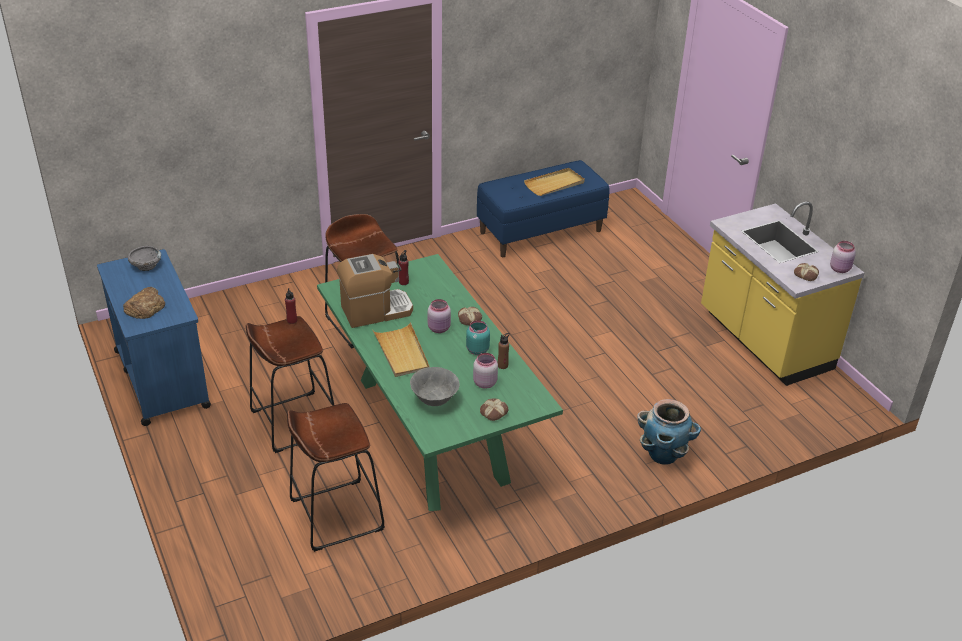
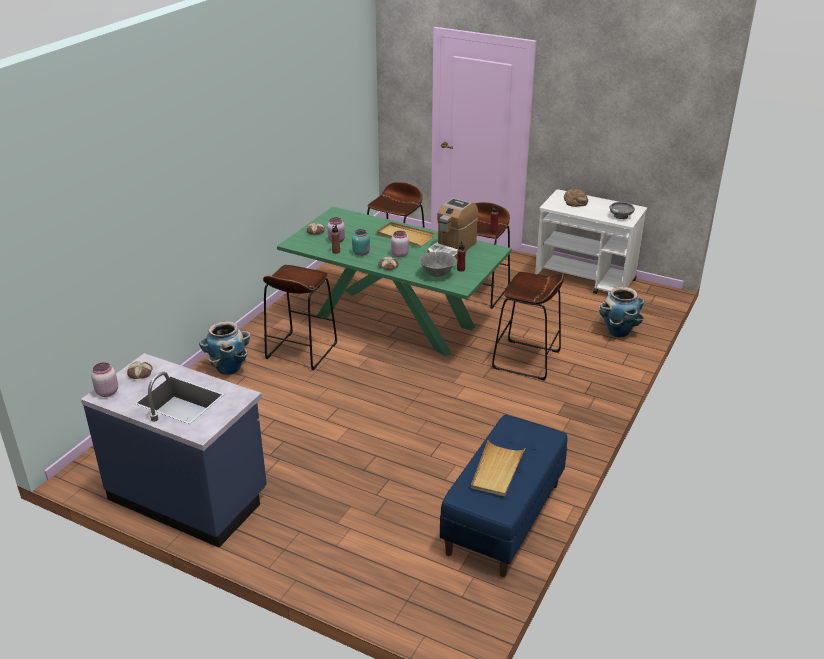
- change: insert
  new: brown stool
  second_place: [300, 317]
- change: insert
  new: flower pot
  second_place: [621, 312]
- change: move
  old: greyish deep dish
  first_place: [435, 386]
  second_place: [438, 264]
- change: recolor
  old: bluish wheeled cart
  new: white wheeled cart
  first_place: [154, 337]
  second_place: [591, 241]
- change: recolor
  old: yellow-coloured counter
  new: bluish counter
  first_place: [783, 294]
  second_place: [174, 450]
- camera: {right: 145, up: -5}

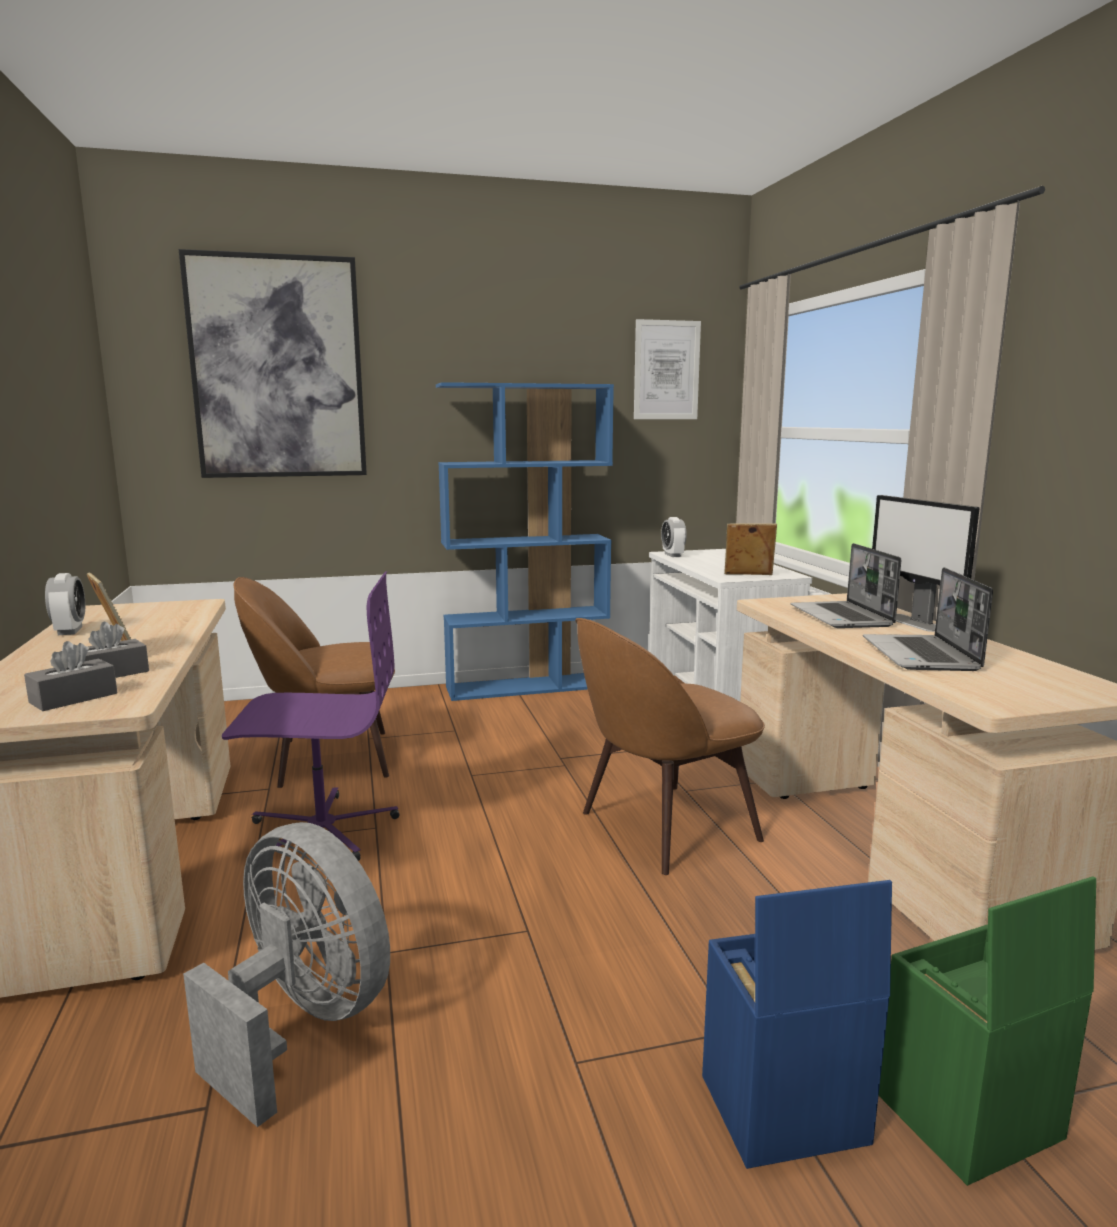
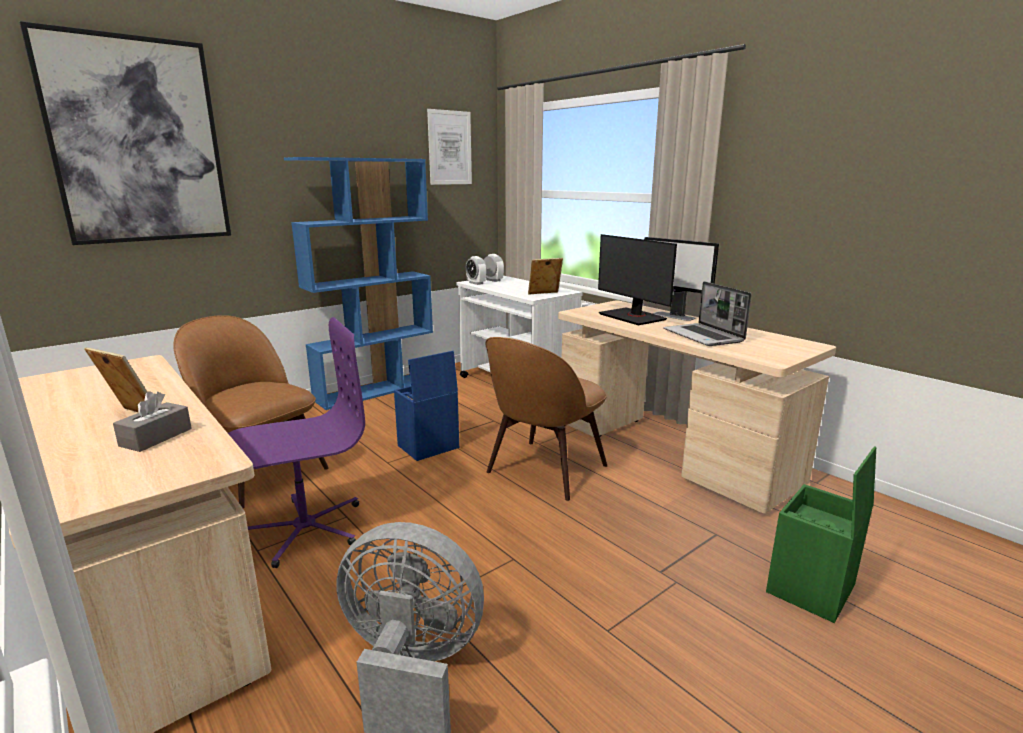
- change: delete
  old: greyish box of tissues
  first_place: [70, 676]
- change: move
  old: table clock
  first_place: [65, 604]
  second_place: [494, 268]
- change: move
  old: bluish storage box
  first_place: [797, 1024]
  second_place: [426, 406]
- change: replace
  old: notebook computer
  new: monitor
  first_place: [845, 585]
  second_place: [637, 279]
- change: rotate
  old: brown plain chair
  first_place: [314, 682]
  second_place: [251, 411]
  degrees: 75
- camera: {right: -25, up: 5}

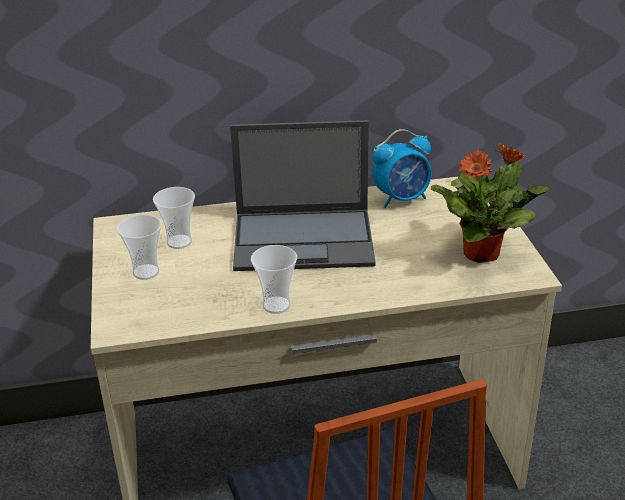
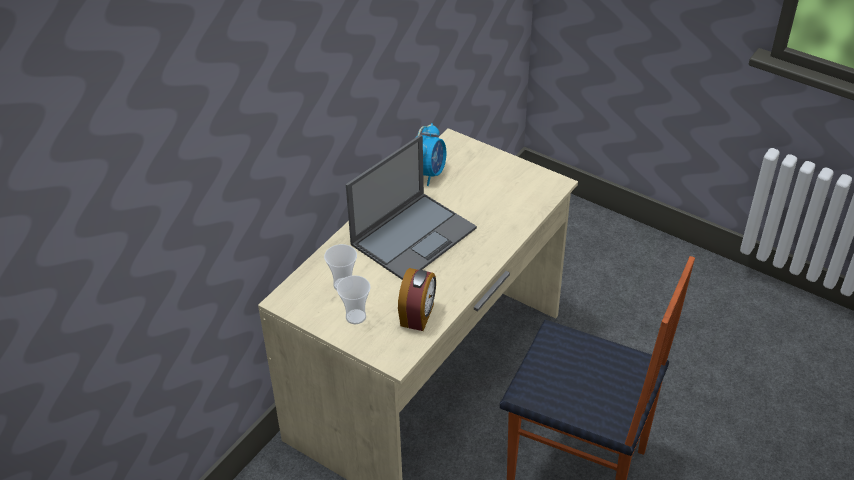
- change: delete
  old: cup
  first_place: [274, 279]
- change: delete
  old: plant in a pot
  first_place: [490, 203]
- change: insert
  new: table clock
  second_place: [417, 299]
- camera: {right: -45, up: 10}

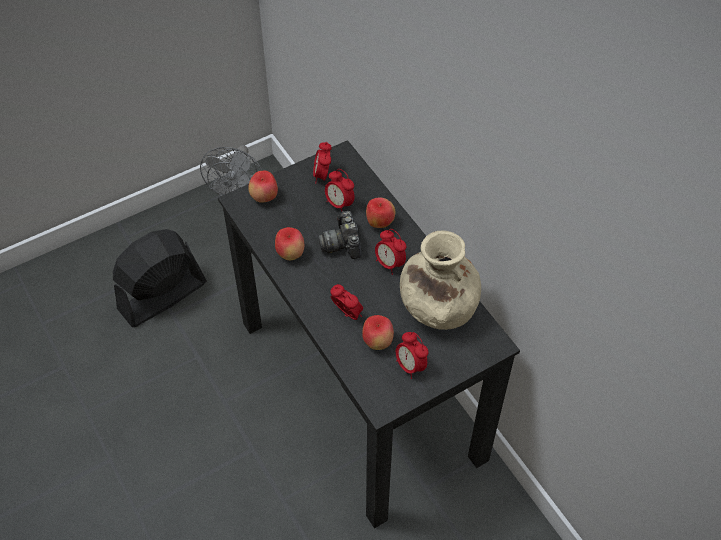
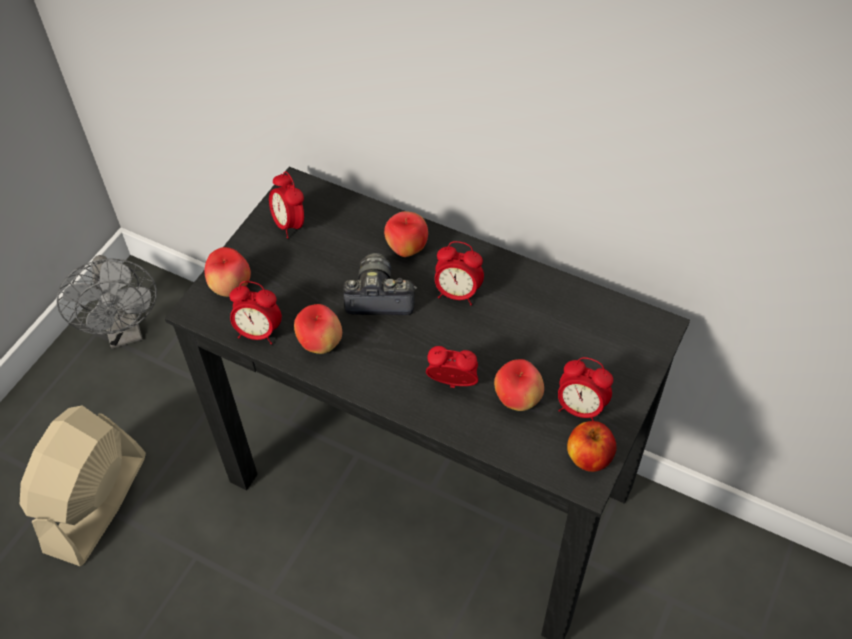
- change: delete
  old: sand-coloured vase
  first_place: [440, 280]
- change: insert
  new: whole apple
  second_place: [592, 446]
- change: move
  old: table clock
  first_place: [340, 190]
  second_place: [255, 312]
- change: recolor
  old: black-coloured cooling fan
  new: sand-coloured cooling fan
  first_place: [159, 278]
  second_place: [83, 485]
- change: rotate
  old: still camera
  first_place: [340, 235]
  second_place: [380, 284]
  degrees: 135
- camera: {right: -30, up: 0}

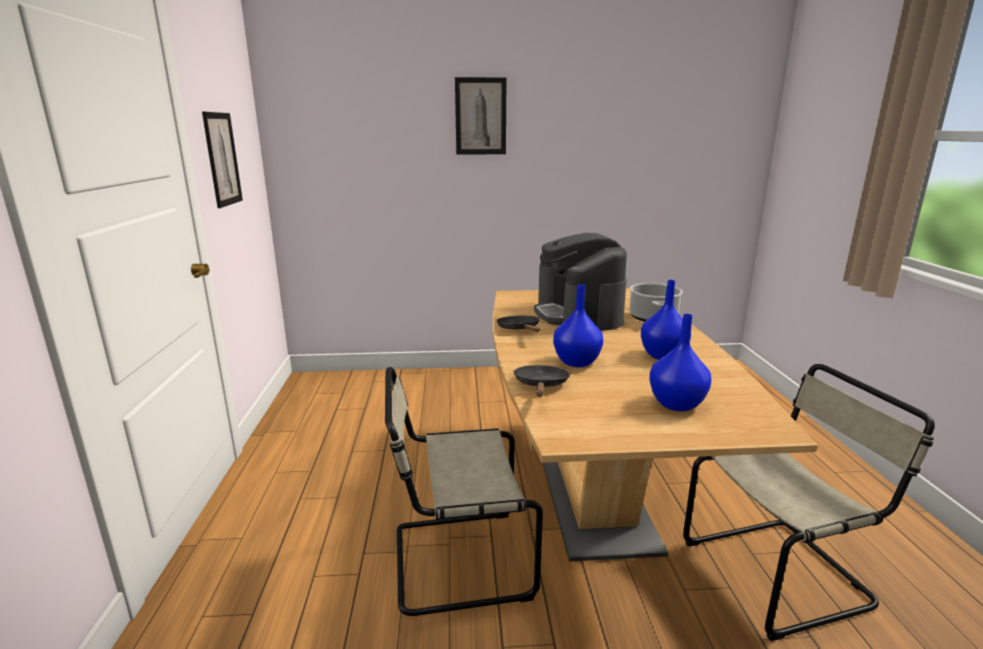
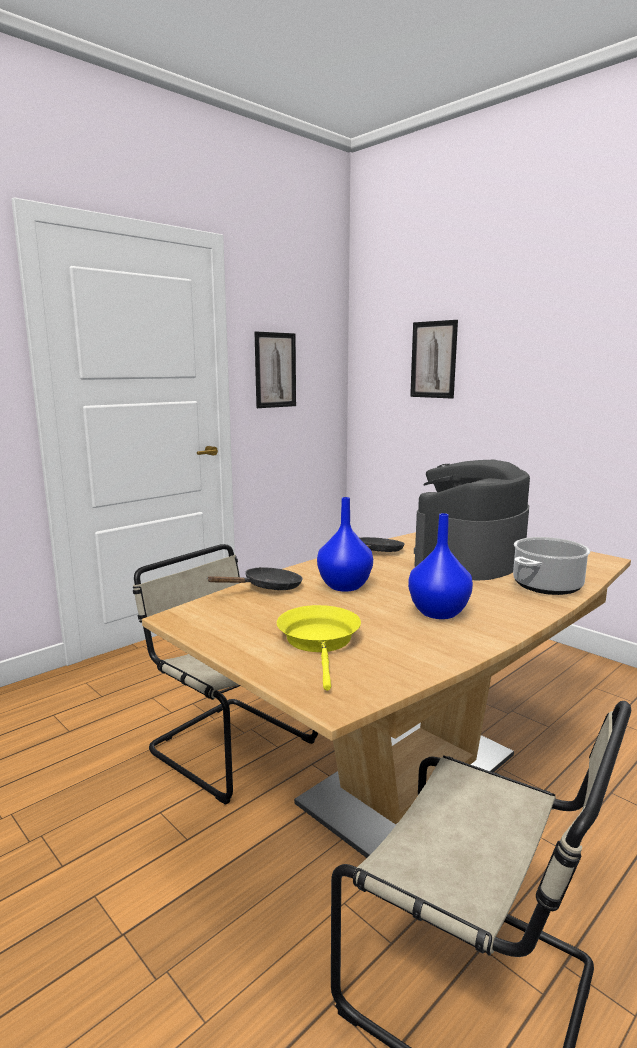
- change: move
  old: wall art
  first_place: [481, 115]
  second_place: [434, 359]
- change: replace
  old: bluish vase
  new: yellow-coloured frying pan
  first_place: [680, 362]
  second_place: [319, 648]
- camera: {right: 50, up: -5}

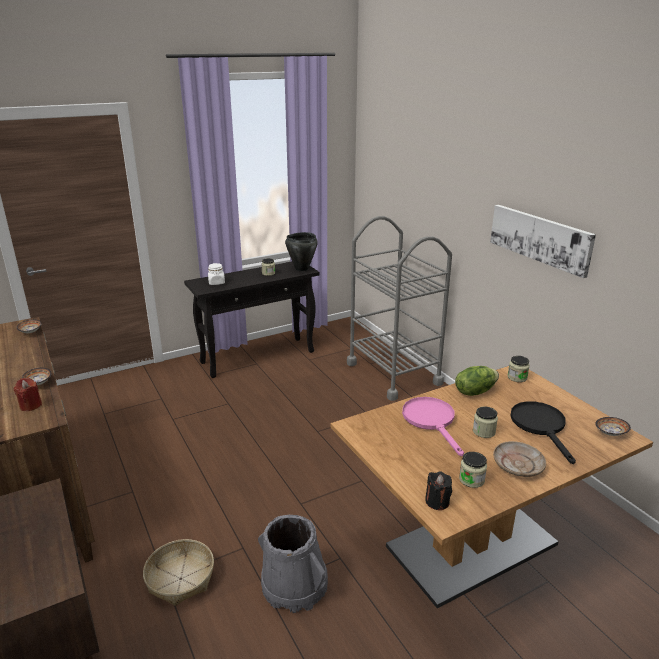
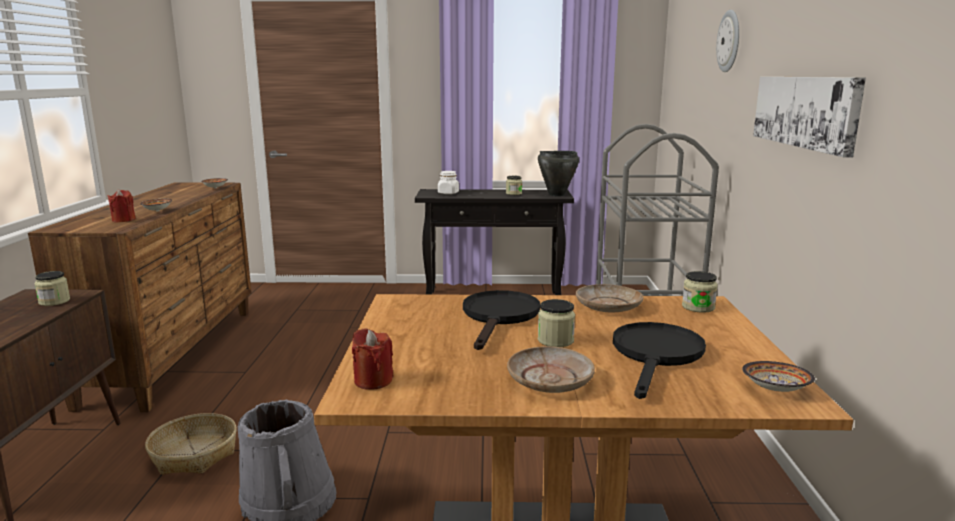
- change: insert
  new: wall clock
  second_place: [727, 41]
- change: move
  old: jar
  first_place: [473, 470]
  second_place: [52, 288]
- change: replace
  old: lettuce head
  new: sand-coloured dinner plate
  first_place: [477, 381]
  second_place: [610, 298]
- change: recolor
  old: pink-coloured frying pan
  new: black-coloured frying pan
  first_place: [433, 426]
  second_place: [501, 320]
- change: recolor
  old: black-coloured wax candle
  new: red wax candle
  first_place: [438, 490]
  second_place: [372, 359]
- camera: {right: 30, up: -10}

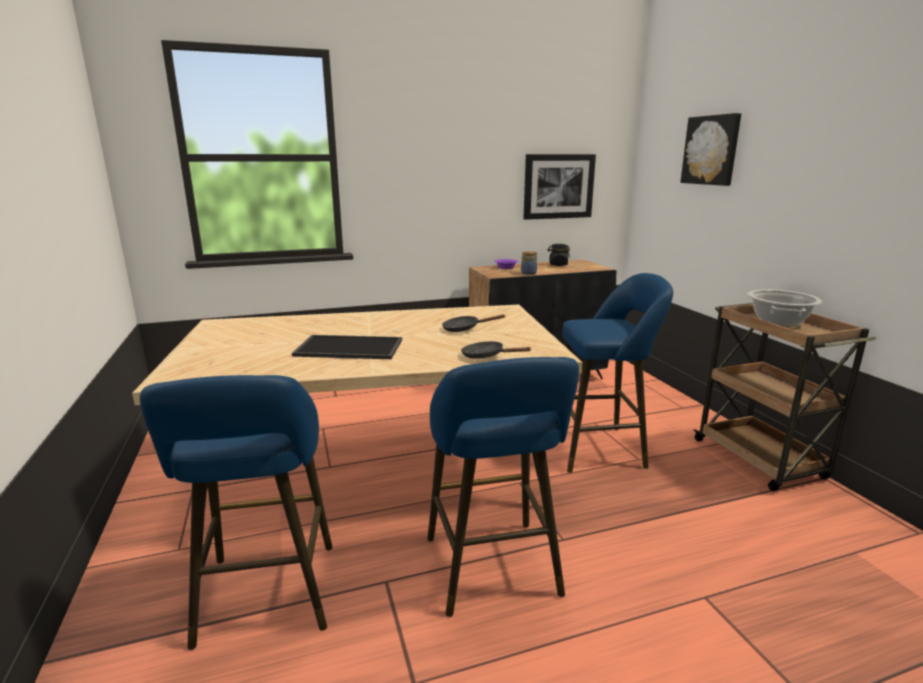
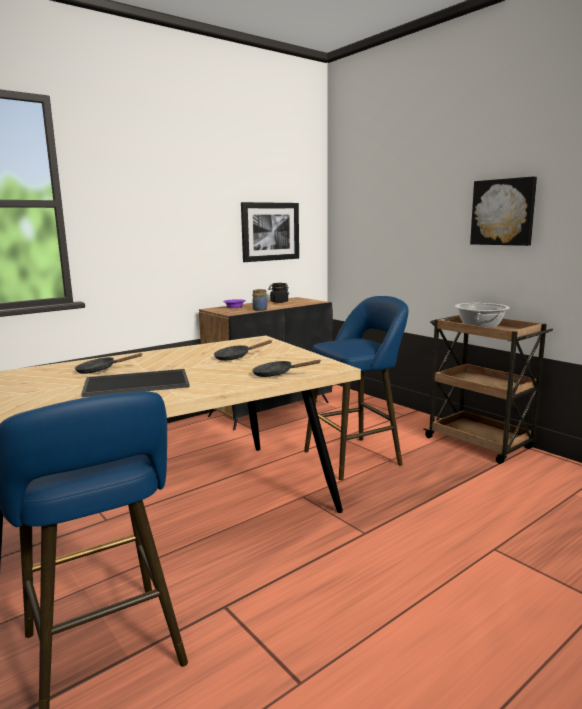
- change: delete
  old: bluish stool
  first_place: [503, 487]
- change: insert
  new: black-coloured frying pan
  second_place: [108, 363]
- change: move
  old: wall art
  first_place: [710, 149]
  second_place: [503, 211]
- camera: {right: -20, up: -5}

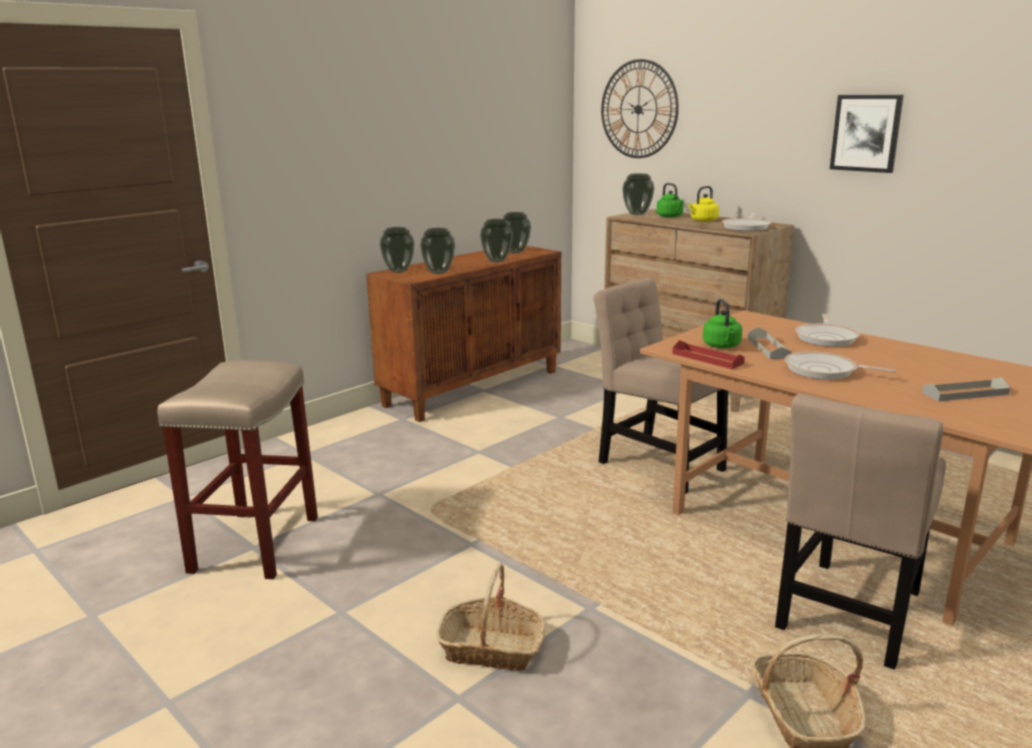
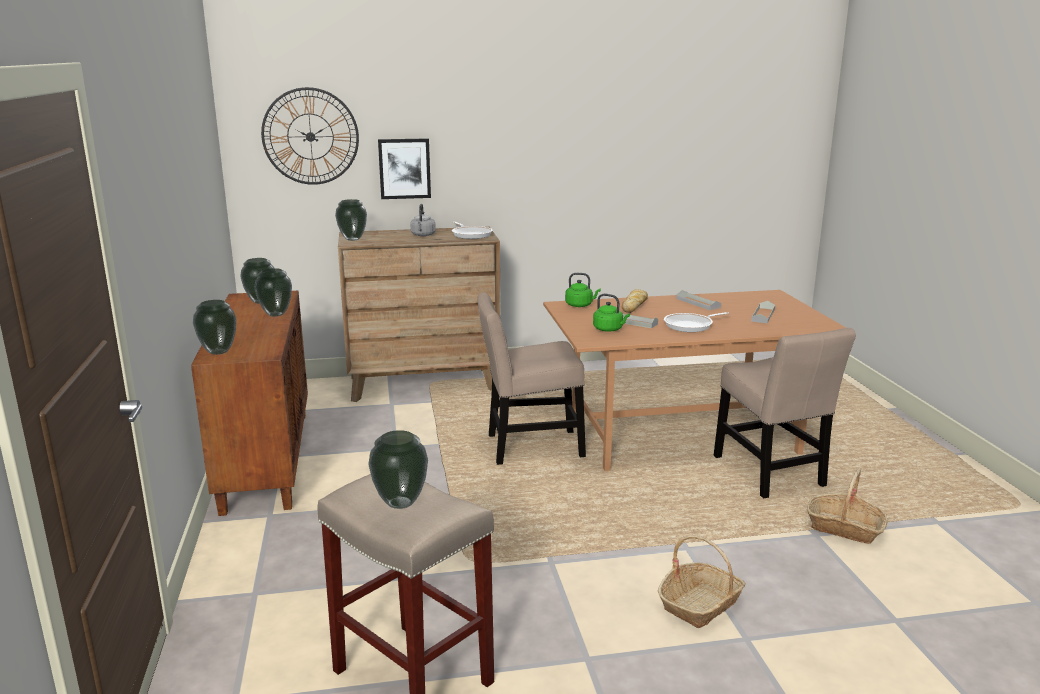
- change: delete
  old: red serving tray
  first_place: [708, 354]
- change: insert
  new: greyish serving tray
  second_place: [698, 300]
- change: move
  old: vase
  first_place: [437, 251]
  second_place: [398, 469]
- change: move
  old: green-coloured kettle
  first_place: [670, 200]
  second_place: [583, 290]
- change: move
  old: wall art
  first_place: [867, 134]
  second_place: [404, 168]
- change: replace
  old: frying pan
  new: bakery bread
  first_place: [827, 330]
  second_place: [635, 301]
- change: recolor
  old: yellow-coloured kettle
  new: greyish kettle
  first_place: [703, 204]
  second_place: [423, 220]
- camera: {right: -55, up: 0}

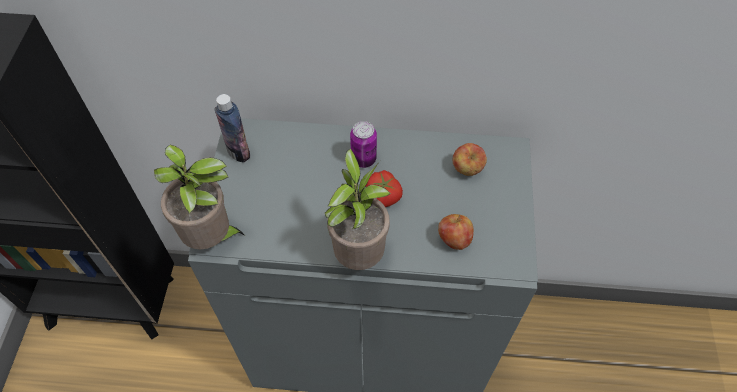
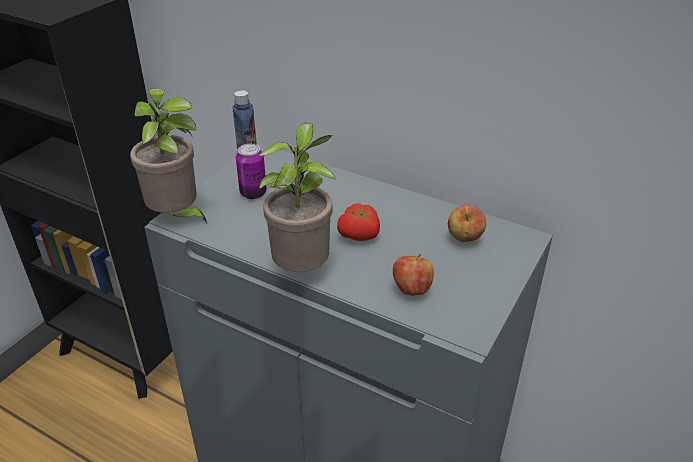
- change: move
  old: sealed can
  first_place: [363, 144]
  second_place: [251, 171]
- camera: {right: 25, up: -20}

